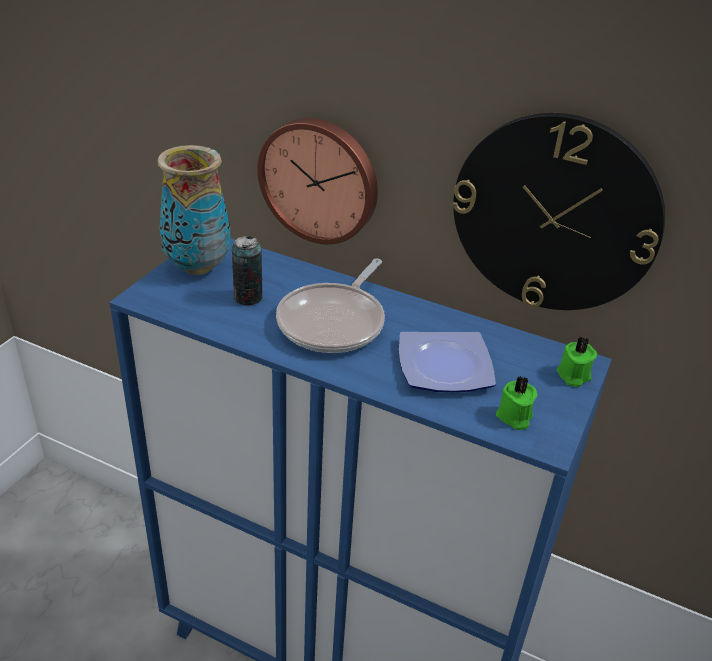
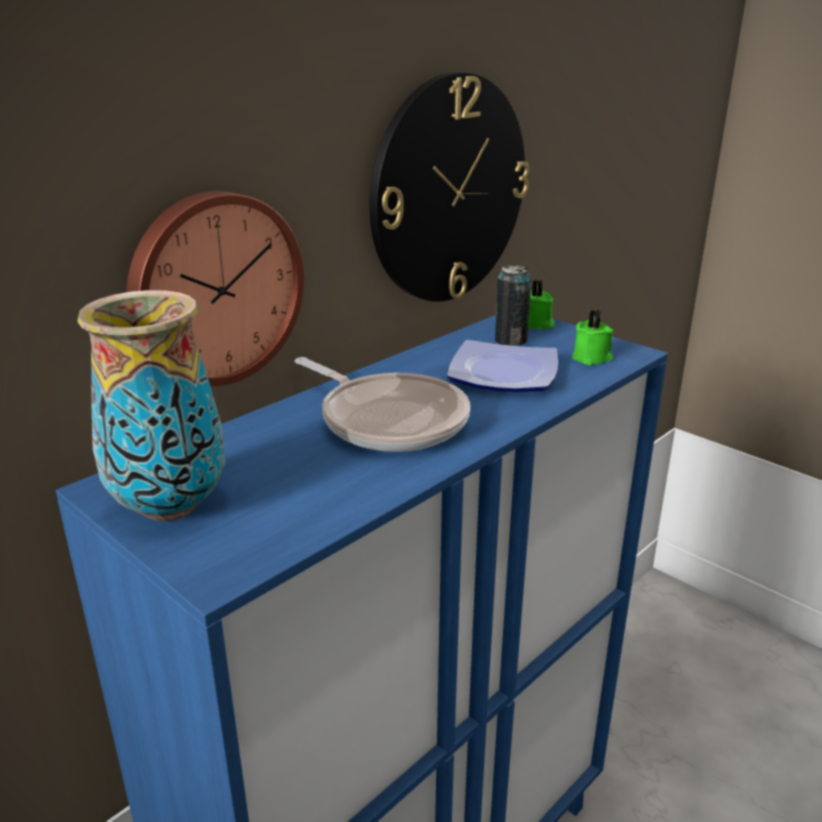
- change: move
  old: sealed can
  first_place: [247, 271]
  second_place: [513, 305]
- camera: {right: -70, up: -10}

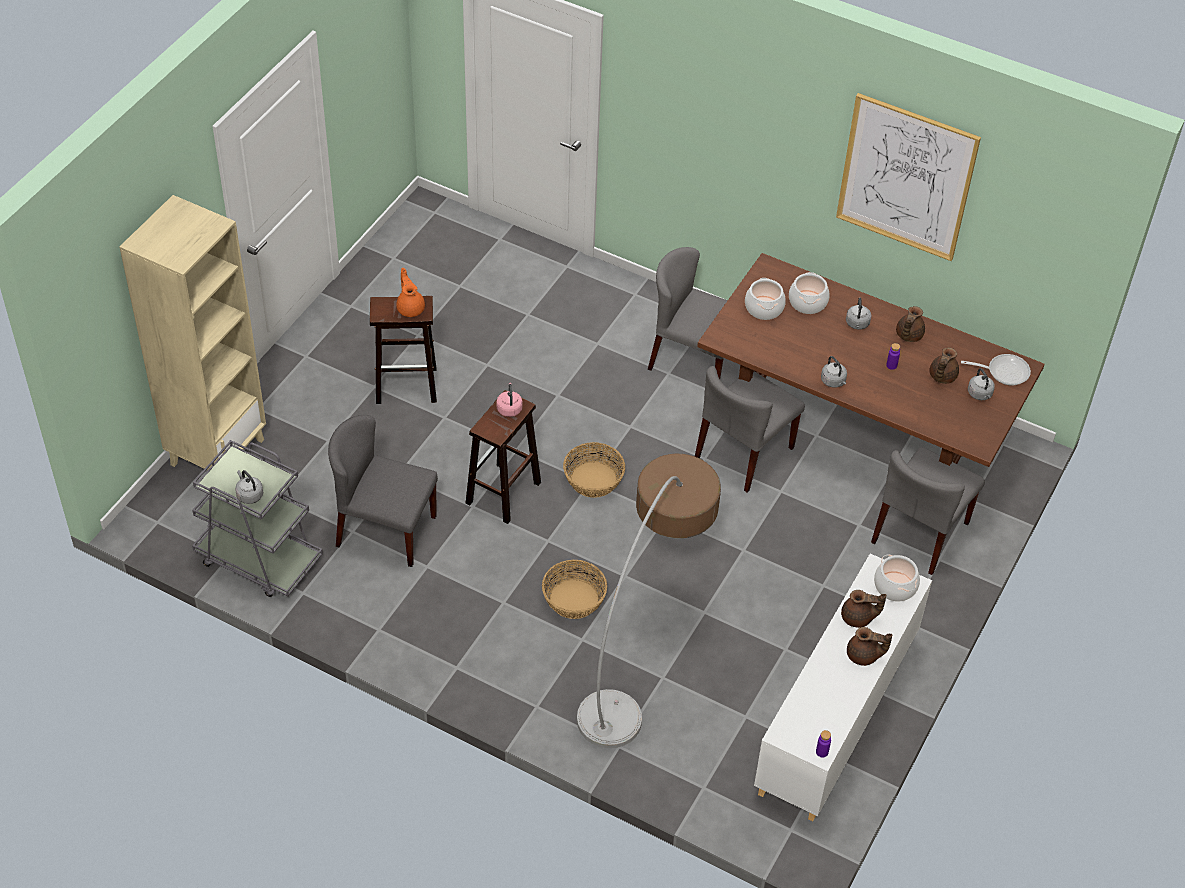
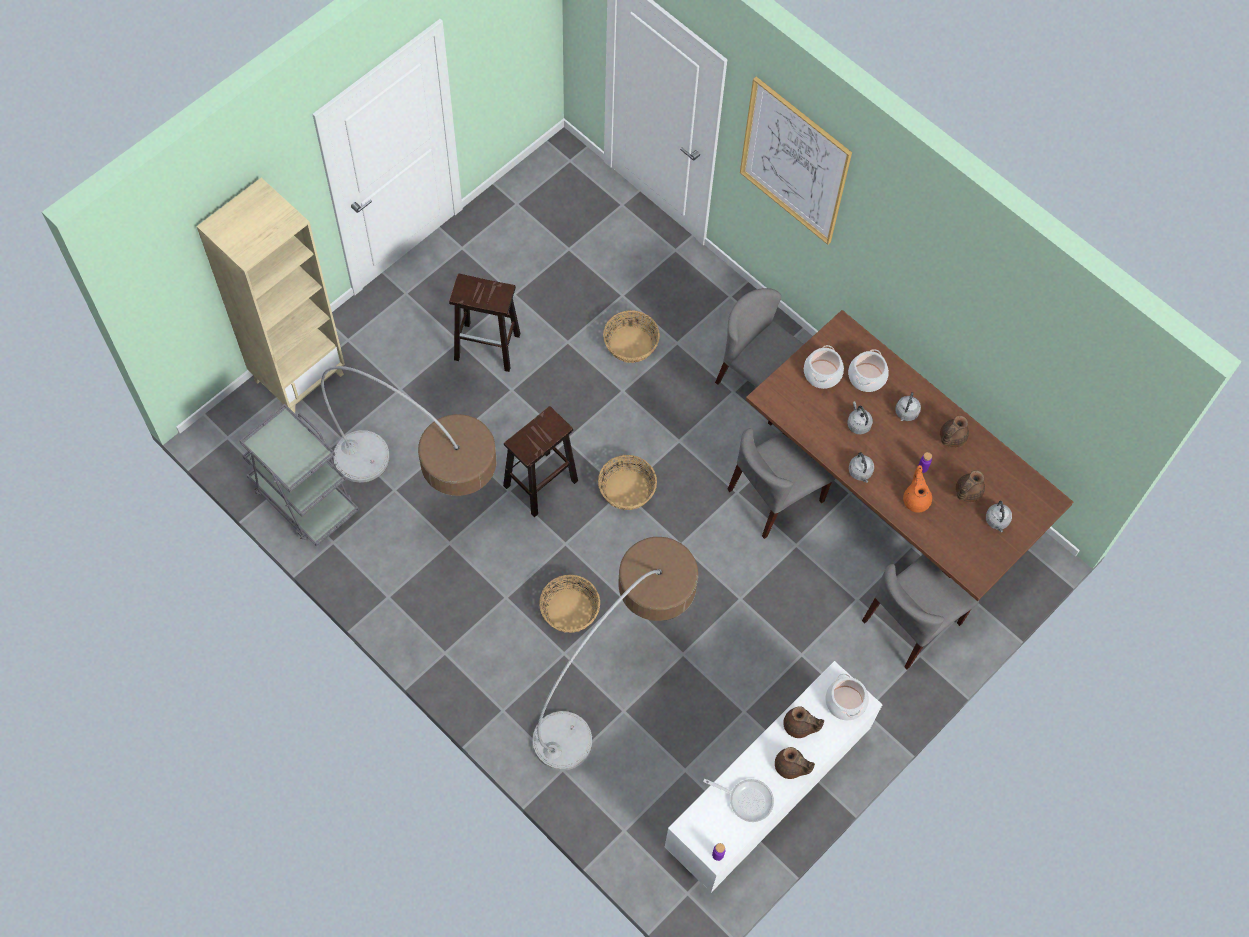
- change: delete
  old: pink-coloured kettle
  first_place: [509, 400]
- change: insert
  new: household basket
  second_place: [631, 336]
- change: move
  old: greyish kettle
  first_place: [249, 487]
  second_place: [860, 417]
- change: move
  old: orange-coloured pot for tea
  first_place: [410, 292]
  second_place: [917, 489]
- change: move
  old: wall art
  first_place: [908, 177]
  second_place: [796, 161]
- change: move
  old: frying pan
  first_place: [996, 369]
  second_place: [738, 800]
- change: replace
  old: greyish plain chair
  new: floor lamp
  first_place: [383, 491]
  second_place: [409, 431]
- camera: {right: 15, up: 15}

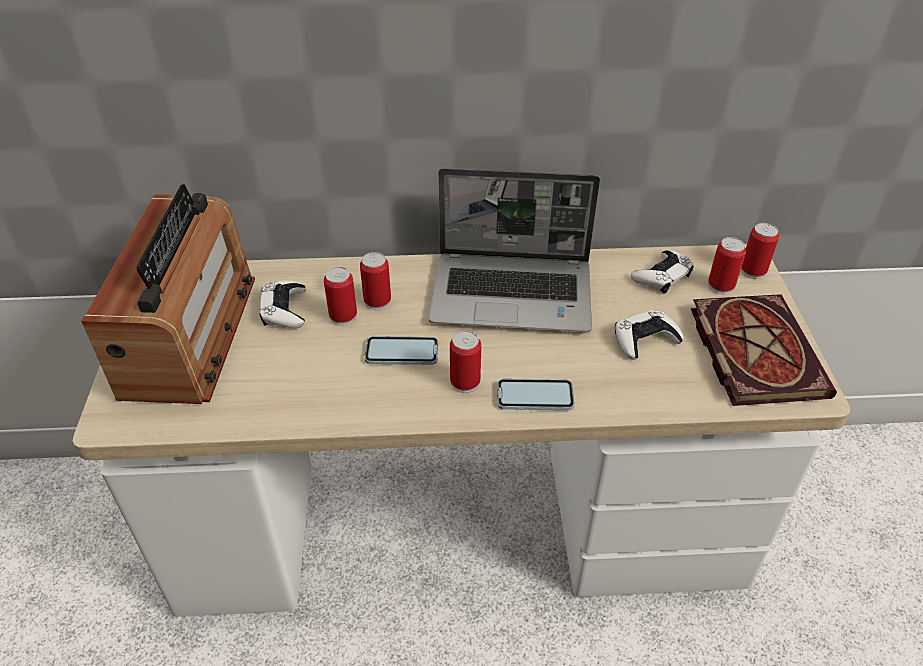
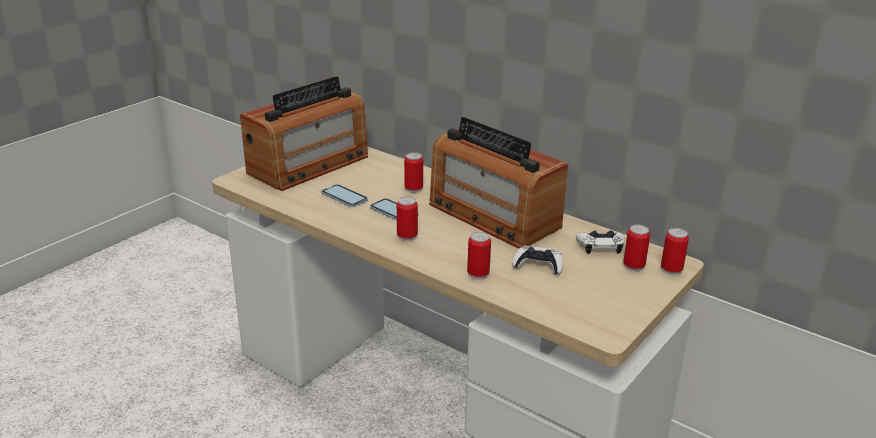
- change: delete
  old: white joypad
  first_place: [282, 304]
- change: delete
  old: book
  first_place: [764, 350]
- change: move
  old: sealed can
  first_place: [340, 296]
  second_place: [479, 256]
- change: move
  old: phone
  first_place: [536, 394]
  second_place: [345, 195]
- change: replace
  old: notebook computer
  new: radio
  first_place: [514, 250]
  second_place: [498, 183]
- camera: {right: 40, up: -15}

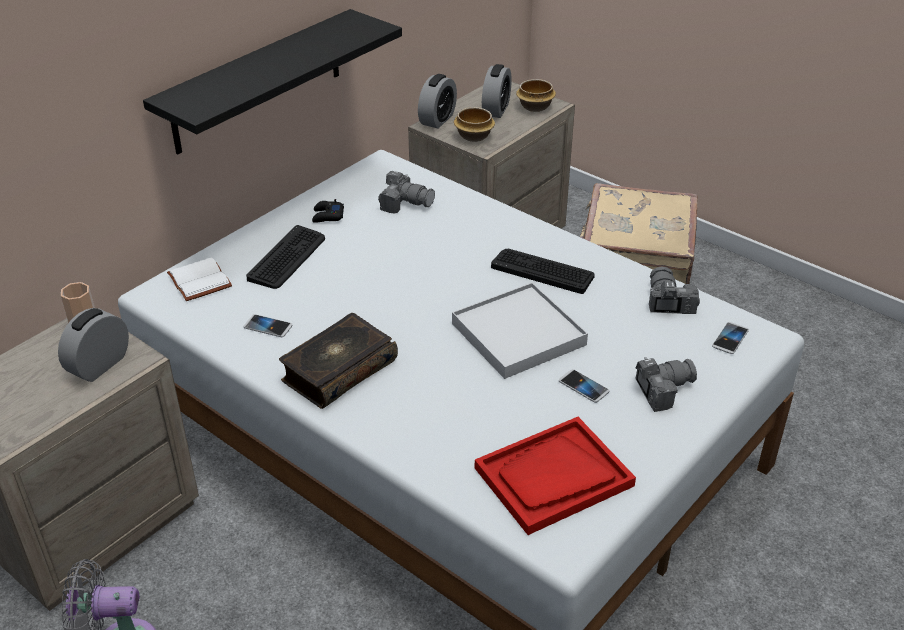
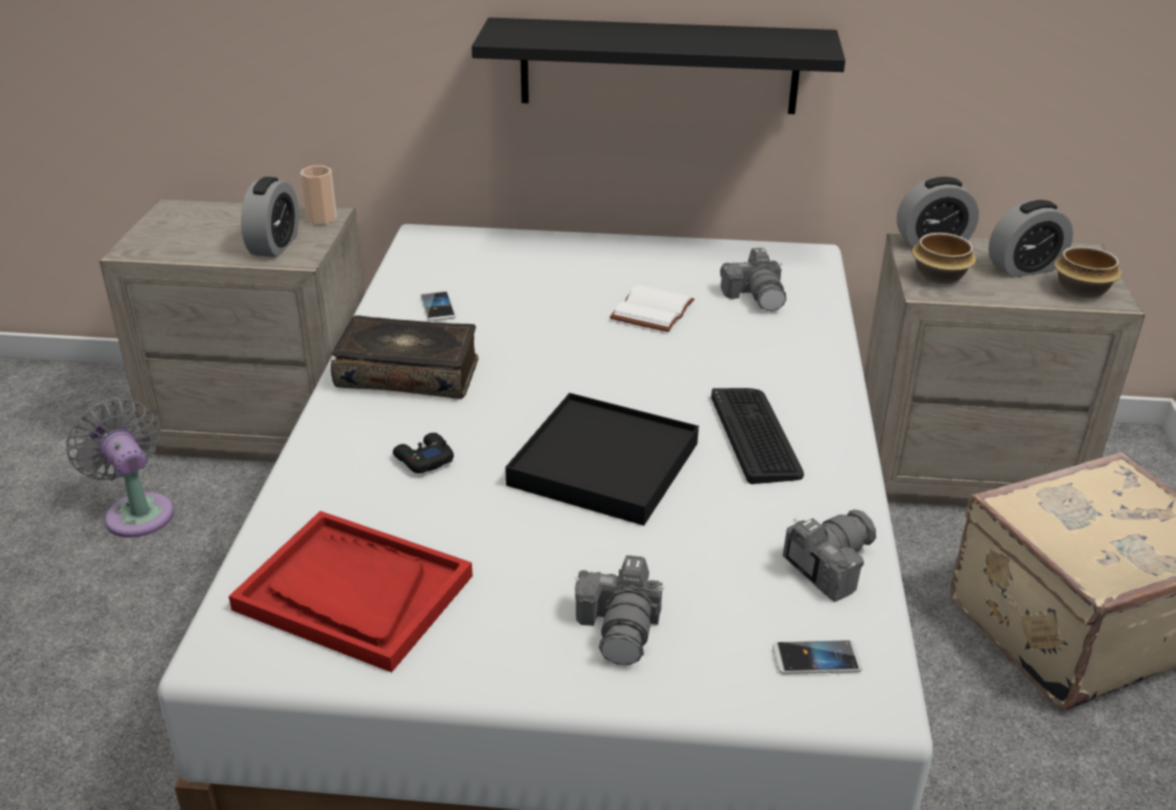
- change: delete
  old: keyboard
  first_place: [285, 257]
- change: delete
  old: phone
  first_place: [584, 386]
- change: move
  old: white book
  first_place: [199, 279]
  second_place: [652, 308]
- change: move
  old: black-coloured joypad
  first_place: [328, 211]
  second_place: [423, 453]
- change: recolor
  old: white serving tray
  new: black-coloured serving tray
  first_place: [520, 331]
  second_place: [602, 459]
- change: rotate
  old: table clock
  first_place: [93, 345]
  second_place: [270, 217]
  degrees: 105
- change: rotate
  old: still camera
  first_place: [666, 384]
  second_place: [619, 610]
  degrees: 60
- camera: {right: 55, up: -5}

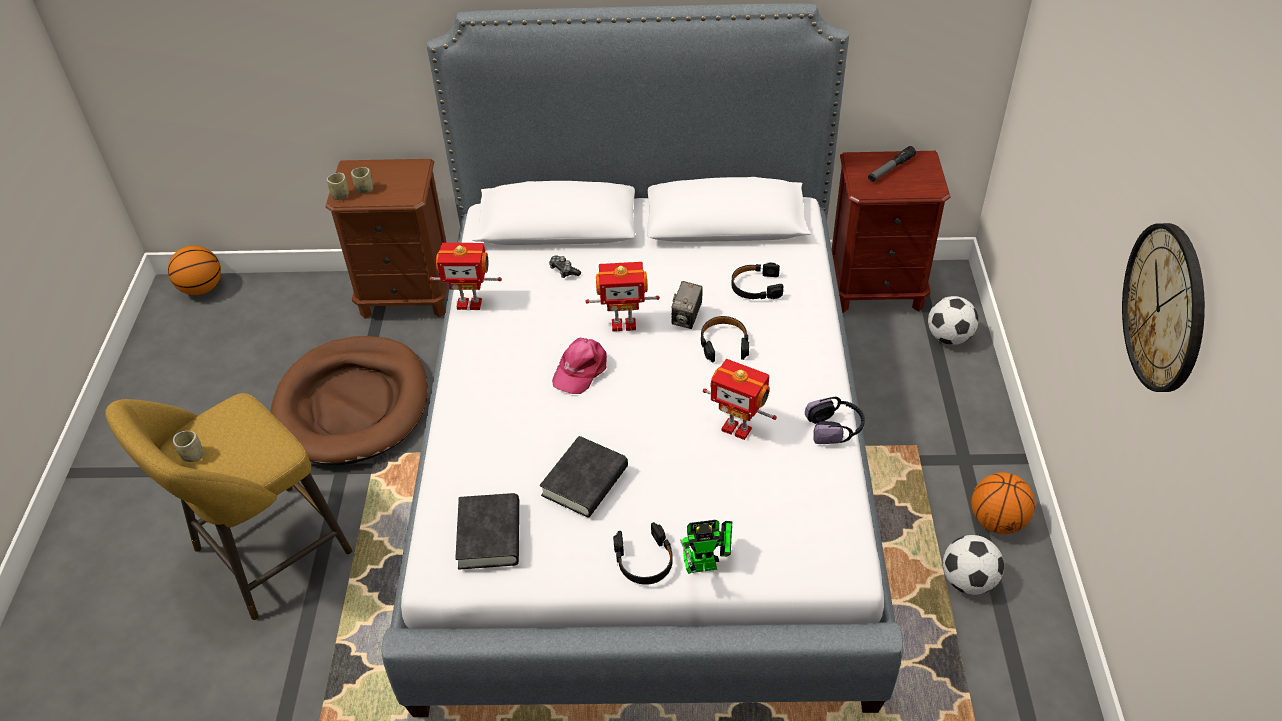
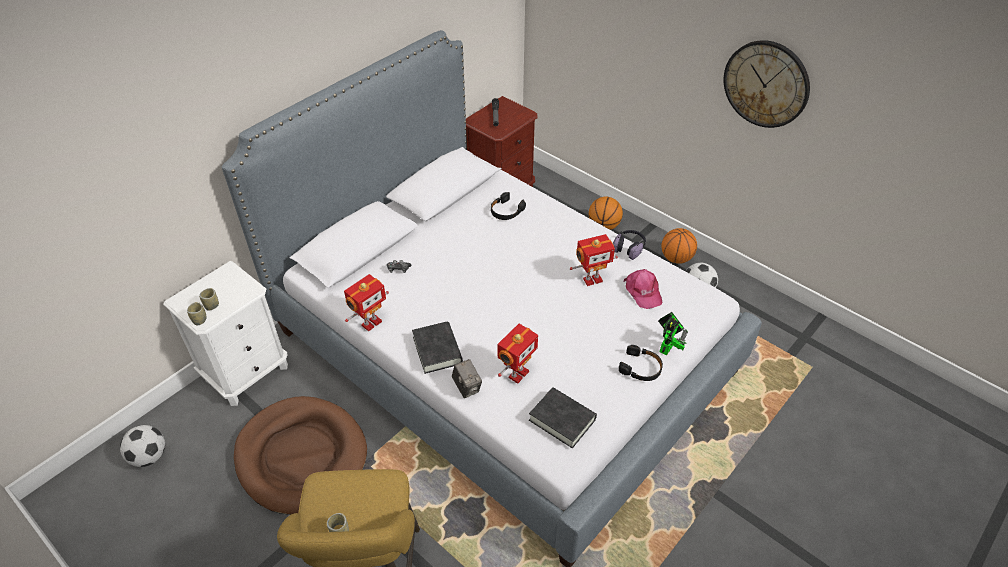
- change: delete
  old: black-coloured headphones
  first_place: [725, 339]
- change: move
  old: basketball
  first_place: [194, 270]
  second_place: [606, 213]
- change: move
  old: black-coloured book
  first_place: [584, 476]
  second_place: [437, 348]
- change: move
  old: pink-coloured cap
  first_place: [579, 366]
  second_place: [643, 289]
- change: move
  old: model robot
  first_place: [622, 297]
  second_place: [518, 354]
- change: move
  old: still camera
  first_place: [687, 305]
  second_place: [467, 378]
- change: move
  old: football
  first_place: [953, 320]
  second_place: [142, 446]
- change: recolor
  old: brown bedside table
  new: white bedside table
  first_place: [386, 239]
  second_place: [225, 333]
- camera: {right: -50, up: 0}

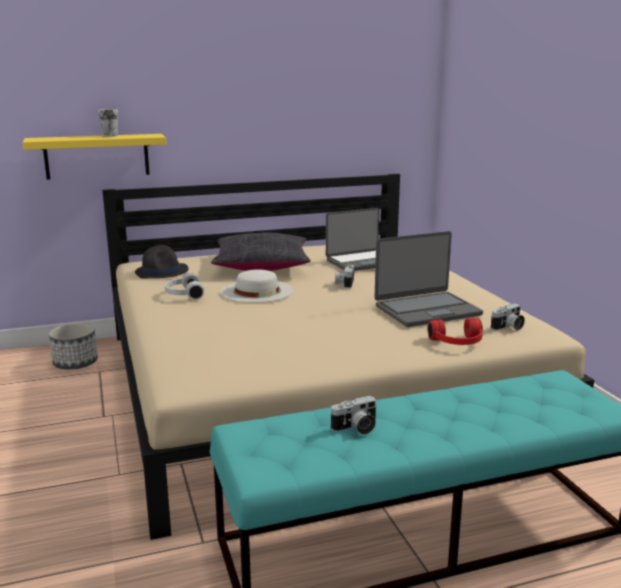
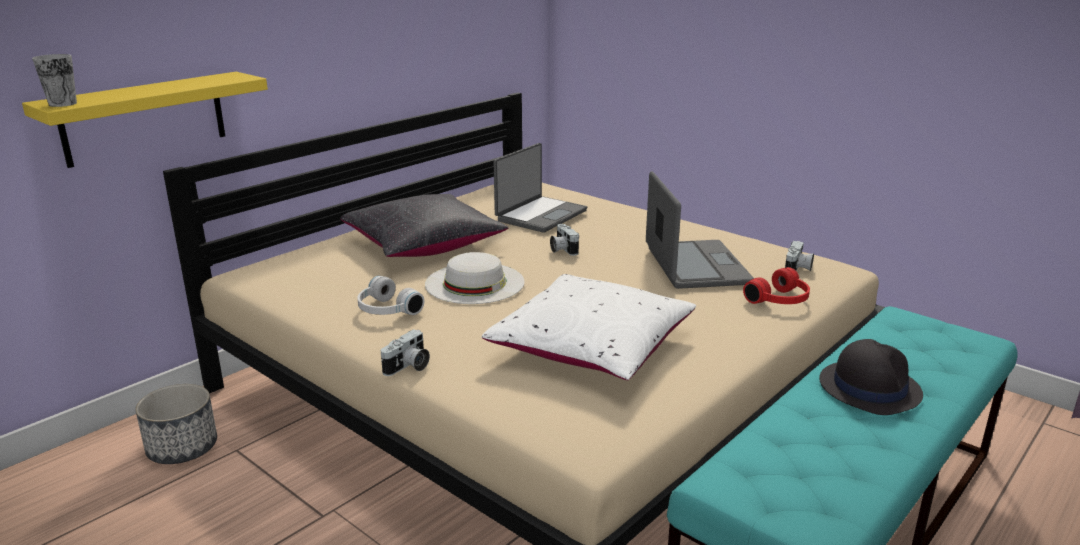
- change: insert
  new: white cushion
  second_place: [588, 327]
- change: move
  old: cup
  first_place: [108, 123]
  second_place: [54, 80]
- change: move
  old: black-coloured hat
  first_place: [161, 262]
  second_place: [871, 377]
- change: move
  old: still camera
  first_place: [353, 415]
  second_place: [405, 352]
- change: rotate
  old: notebook computer
  first_place: [429, 279]
  second_place: [700, 230]
  degrees: -45
- camera: {right: -30, up: 5}

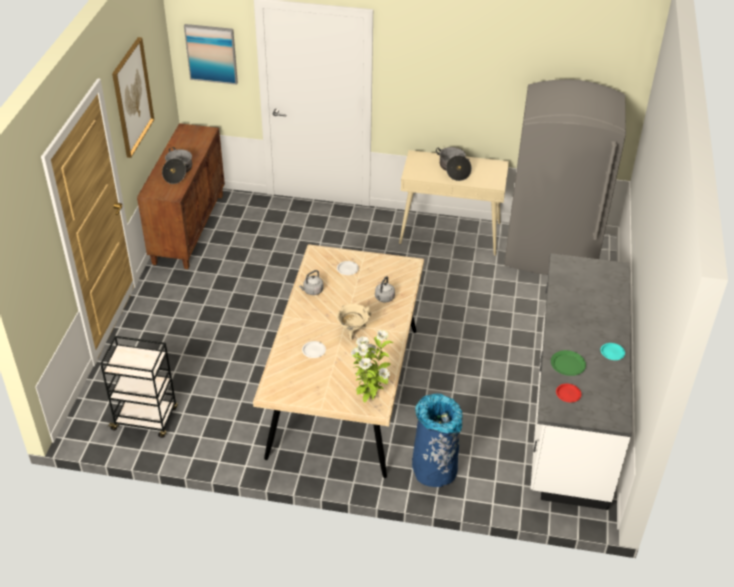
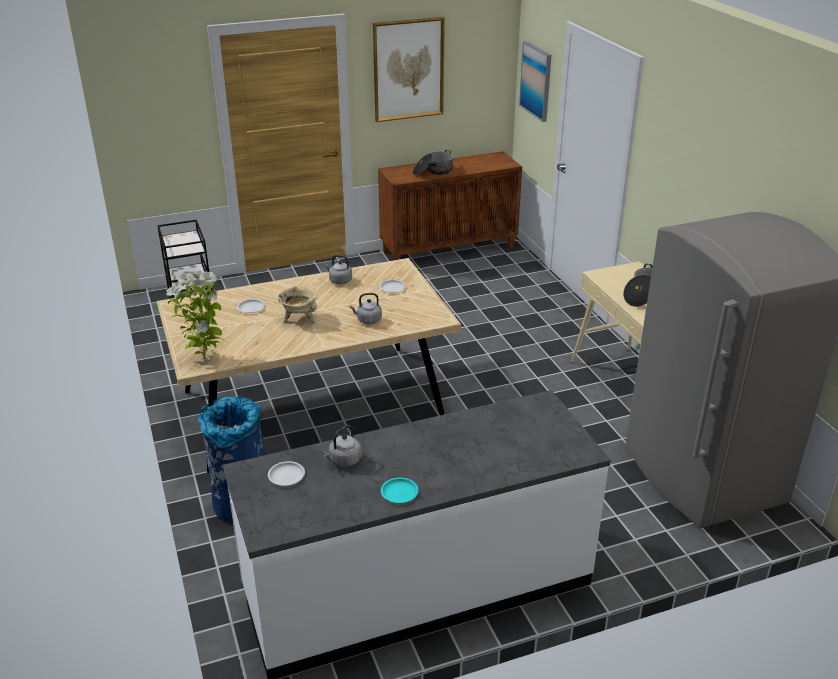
- change: replace
  old: green-coloured dinner plate
  new: greyish kettle
  first_place: [568, 363]
  second_place: [342, 446]
- change: recolor
  old: red dinner plate
  new: white dinner plate
  first_place: [569, 392]
  second_place: [286, 473]
- camera: {right: 60, up: -10}

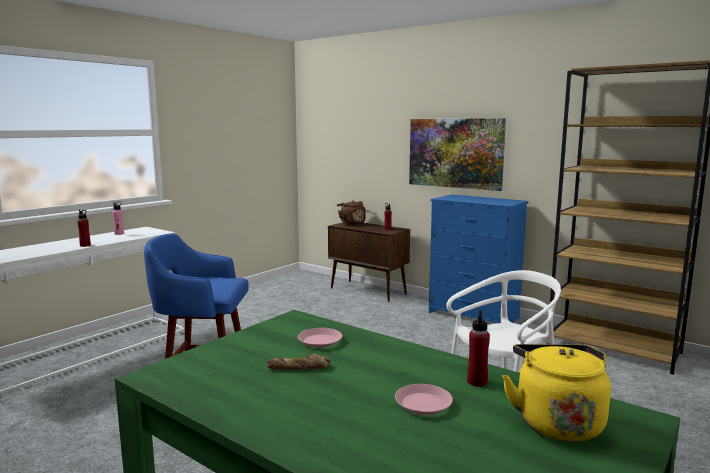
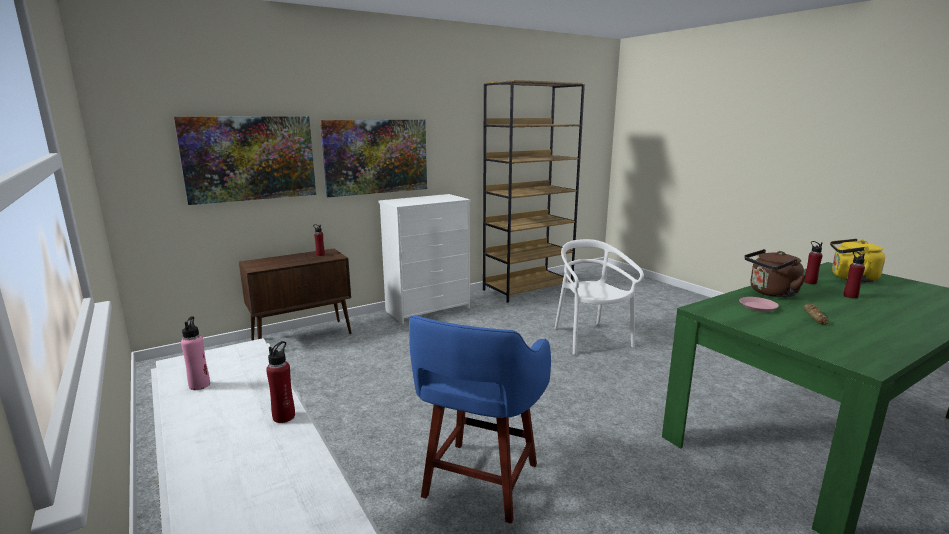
- change: insert
  new: wall art
  second_place: [245, 160]
- change: move
  old: brown kettle
  first_place: [351, 213]
  second_place: [775, 273]
- change: replace
  old: pink-coloured dinner plate
  new: red beverage bottle
  first_place: [424, 399]
  second_place: [854, 275]
- change: recolor
  old: bluish drawer chest
  new: white drawer chest
  first_place: [478, 258]
  second_place: [425, 259]
- camera: {right: -70, up: 5}

